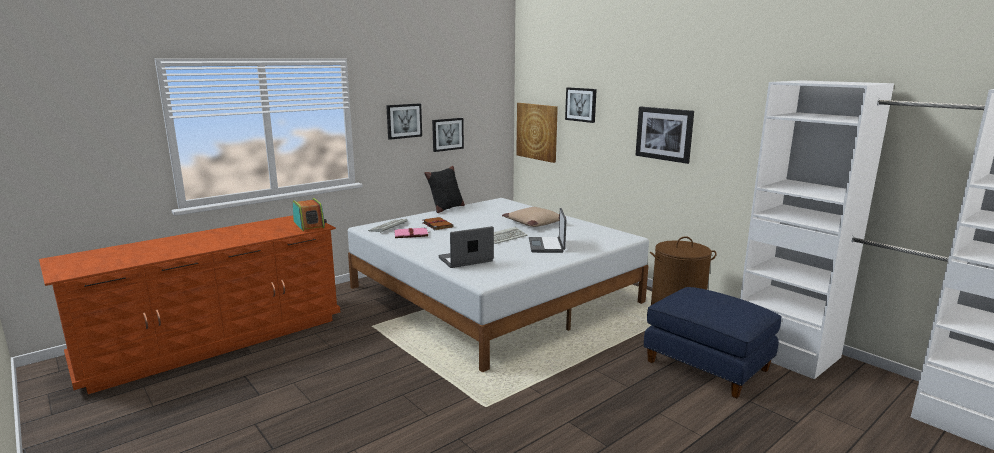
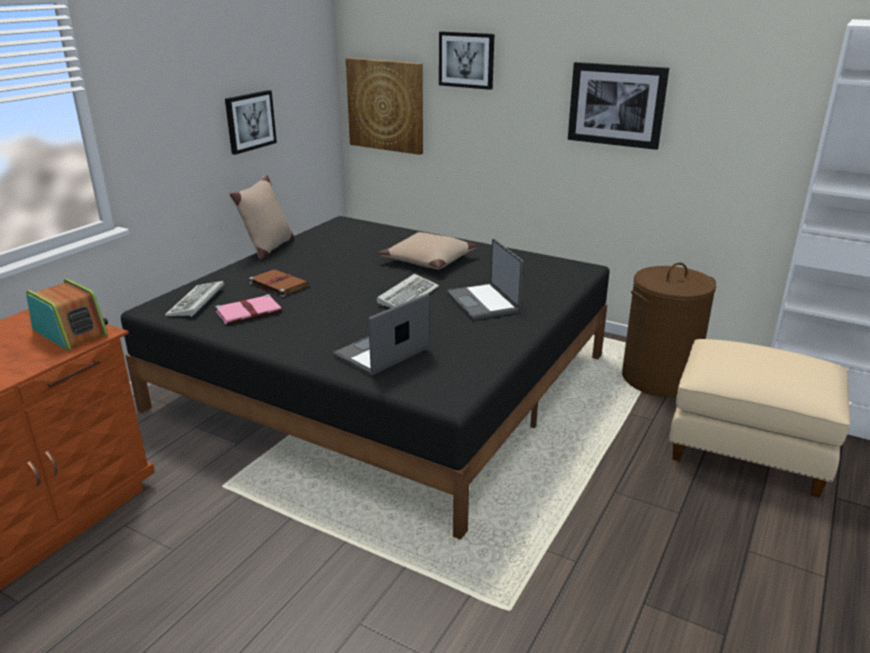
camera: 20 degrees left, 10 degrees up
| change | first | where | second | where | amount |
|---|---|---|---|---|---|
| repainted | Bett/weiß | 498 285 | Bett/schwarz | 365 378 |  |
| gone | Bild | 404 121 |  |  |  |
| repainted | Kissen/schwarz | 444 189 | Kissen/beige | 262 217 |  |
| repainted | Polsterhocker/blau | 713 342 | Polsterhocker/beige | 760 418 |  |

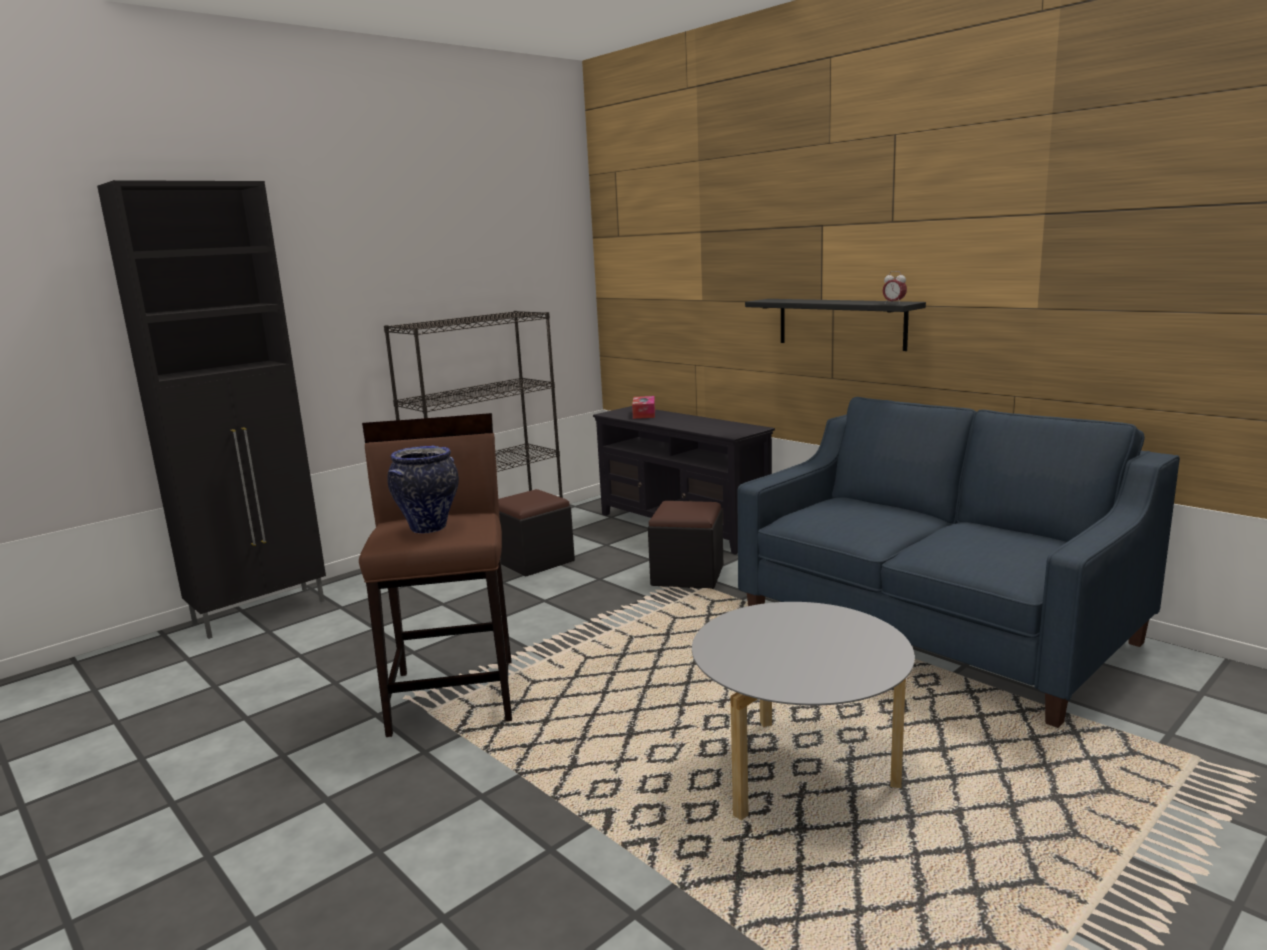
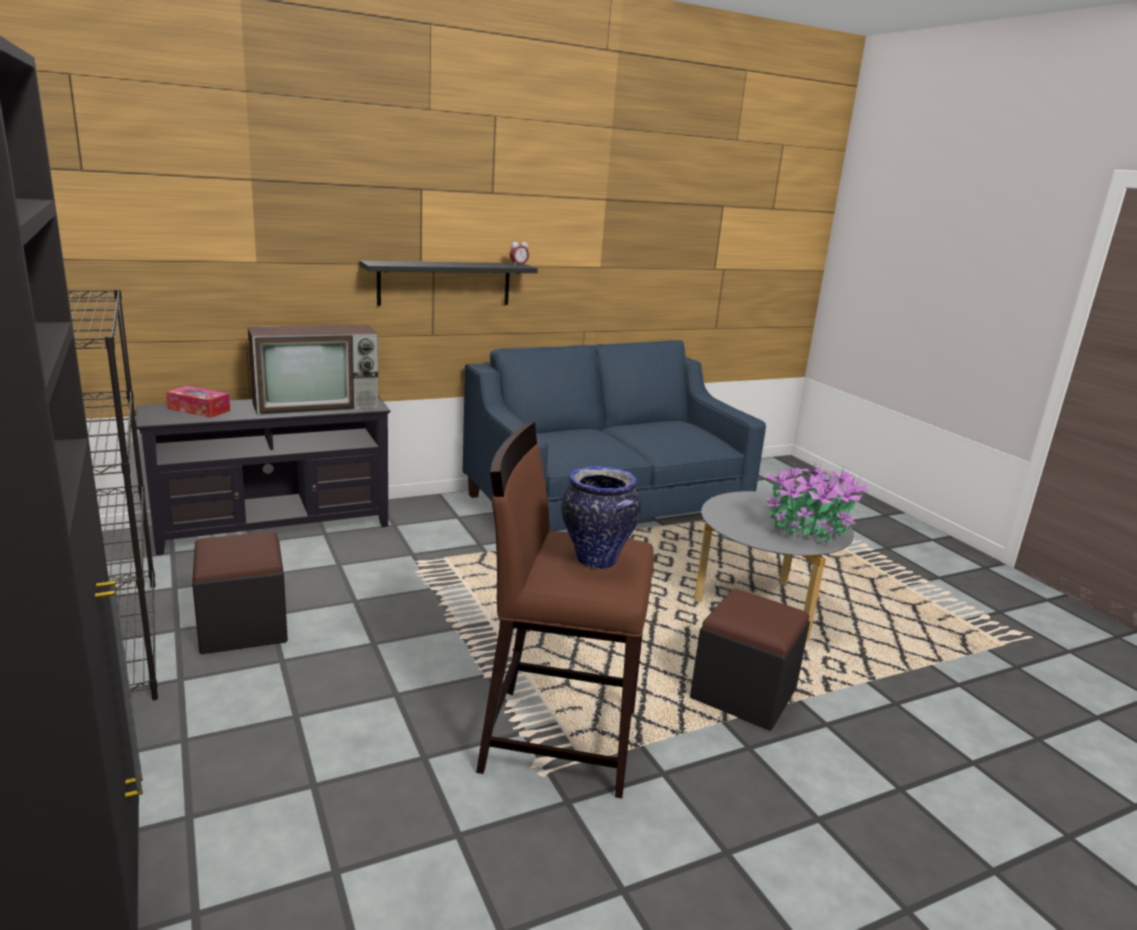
camera: 75 degrees left, 5 degrees up
| change | first | where | second | where | amount |
|---|---|---|---|---|---|
| shifted | Polsterhocker/schwarz | 685 545 |  | 750 660 |  |
| new |  |  | Fernseher | 313 370 |  |
| new |  |  | Topfpflanze | 817 501 |  |

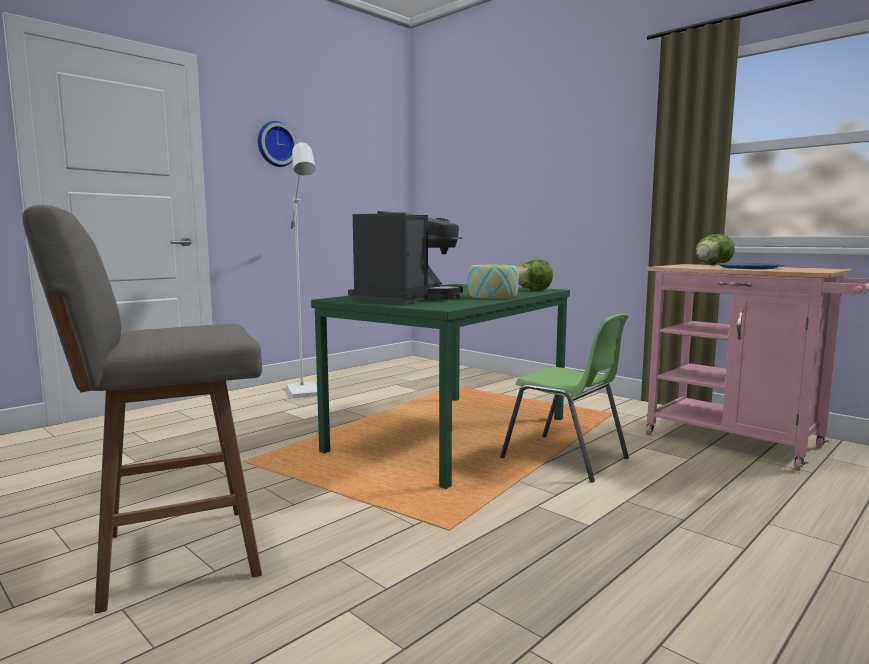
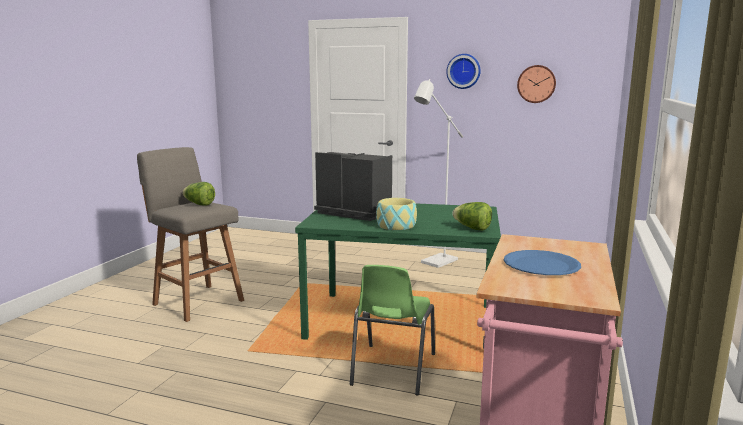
camera: 65 degrees right, 5 degrees up
| change | first | where | second | where | amount |
|---|---|---|---|---|---|
| rotated | Kaffeemaschine | 405 257 |  | 353 186 | 150 degrees counterclockwise |
| shifted | Salatkopf | 715 249 |  | 198 194 |  |
| new |  |  | Wanduhr | 536 84 |  |

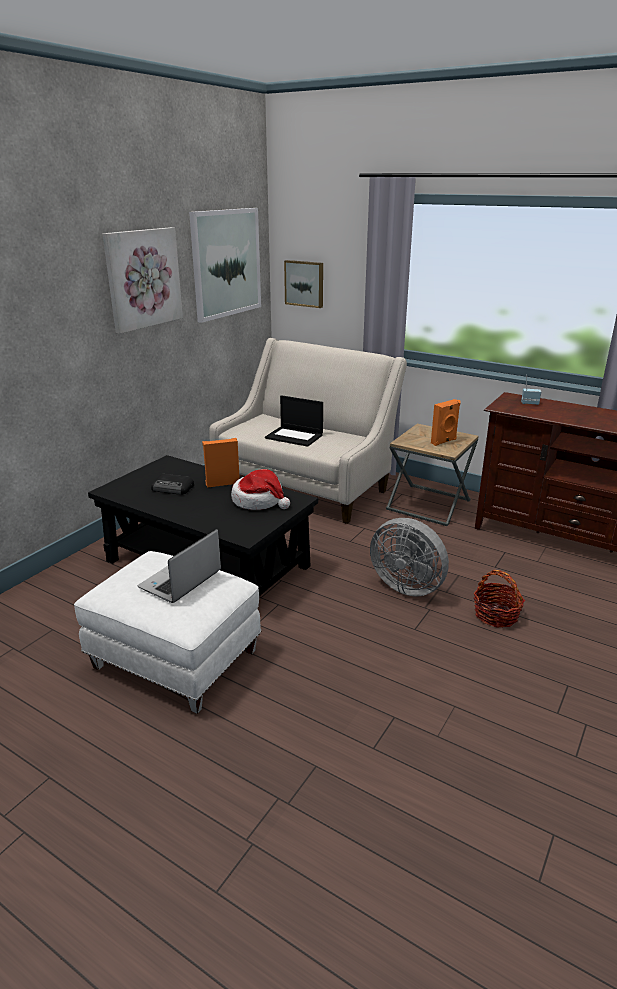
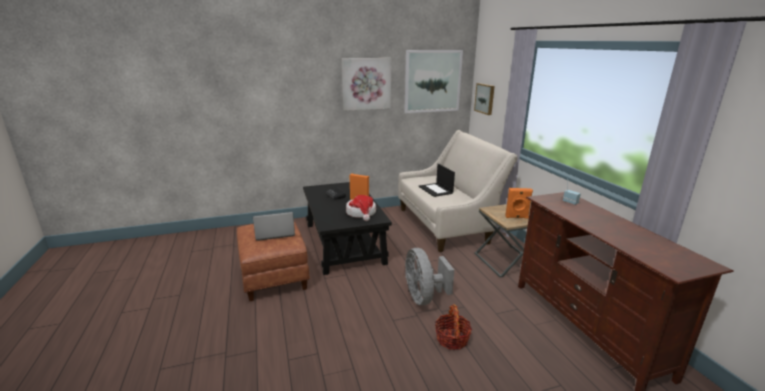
camera: 40 degrees right, 5 degrees down
| change | first | where | second | where | amount |
|---|---|---|---|---|---|
| repainted | Polsterhocker/weiß | 167 632 | Polsterhocker/braun | 273 261 |  |

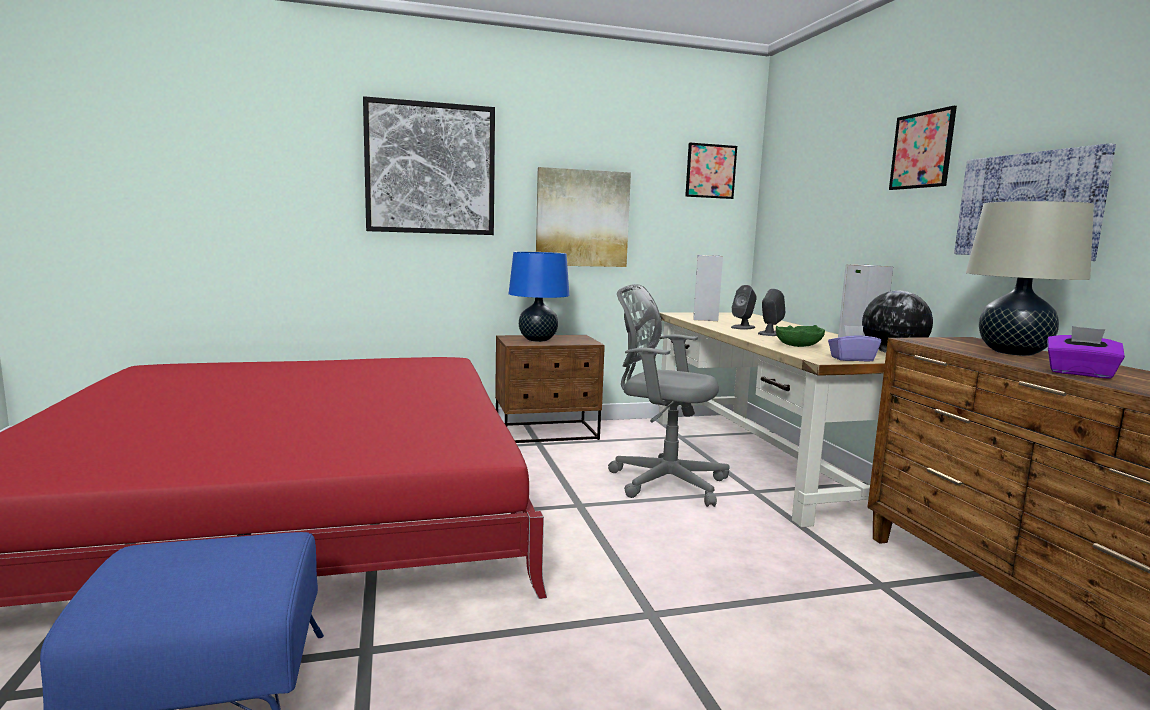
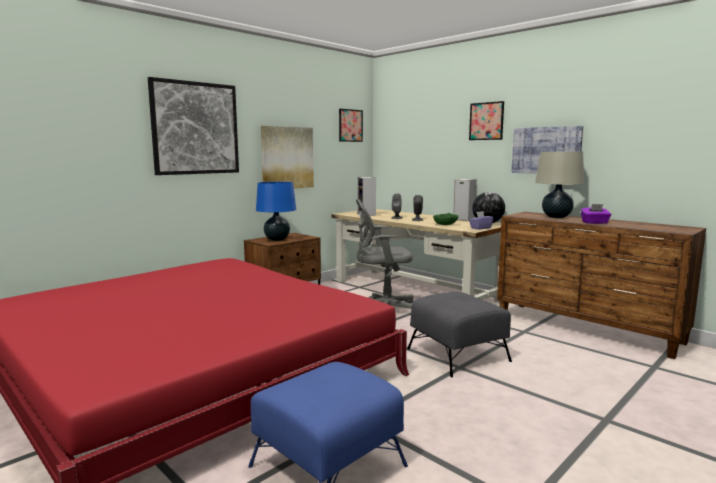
camera: 30 degrees left, 0 degrees up
| change | first | where | second | where | amount |
|---|---|---|---|---|---|
| new |  |  | Polsterhocker/grau | 459 334 |  |

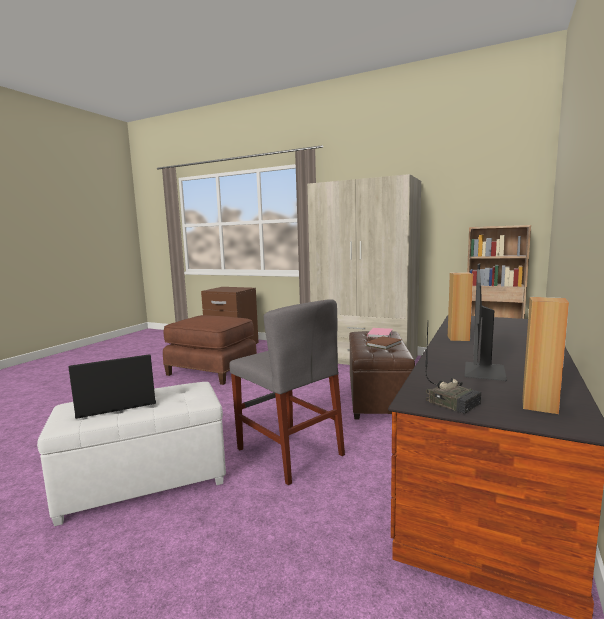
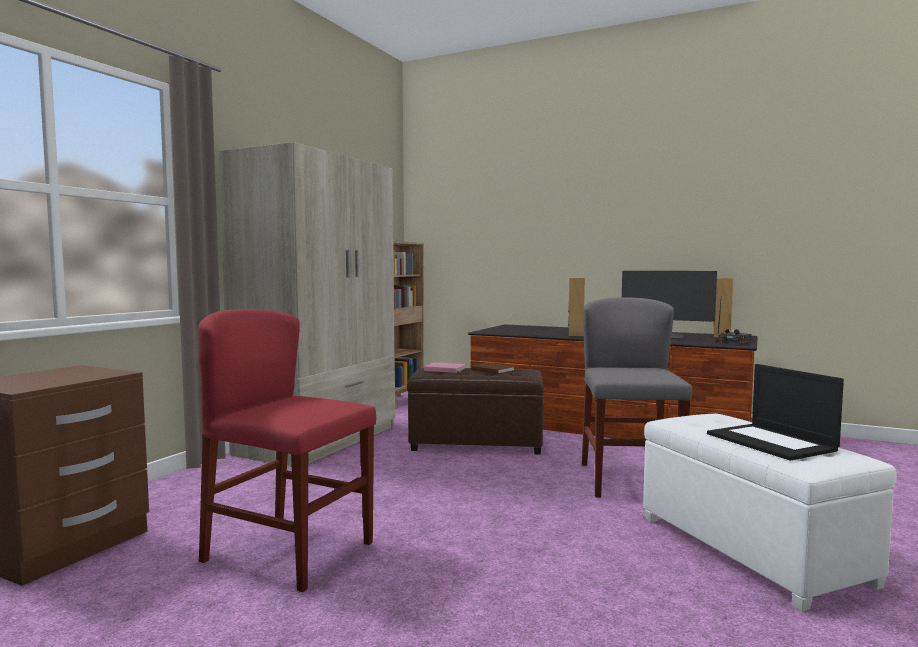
camera: 90 degrees left, 5 degrees down
| change | first | where | second | where | amount |
|---|---|---|---|---|---|
| swapped | Polsterhocker/braun | 210 350 | Stuhl/rot | 287 450 |  |
| rotated | Stuhl/grau | 287 392 |  | 637 397 | 45 degrees counterclockwise |

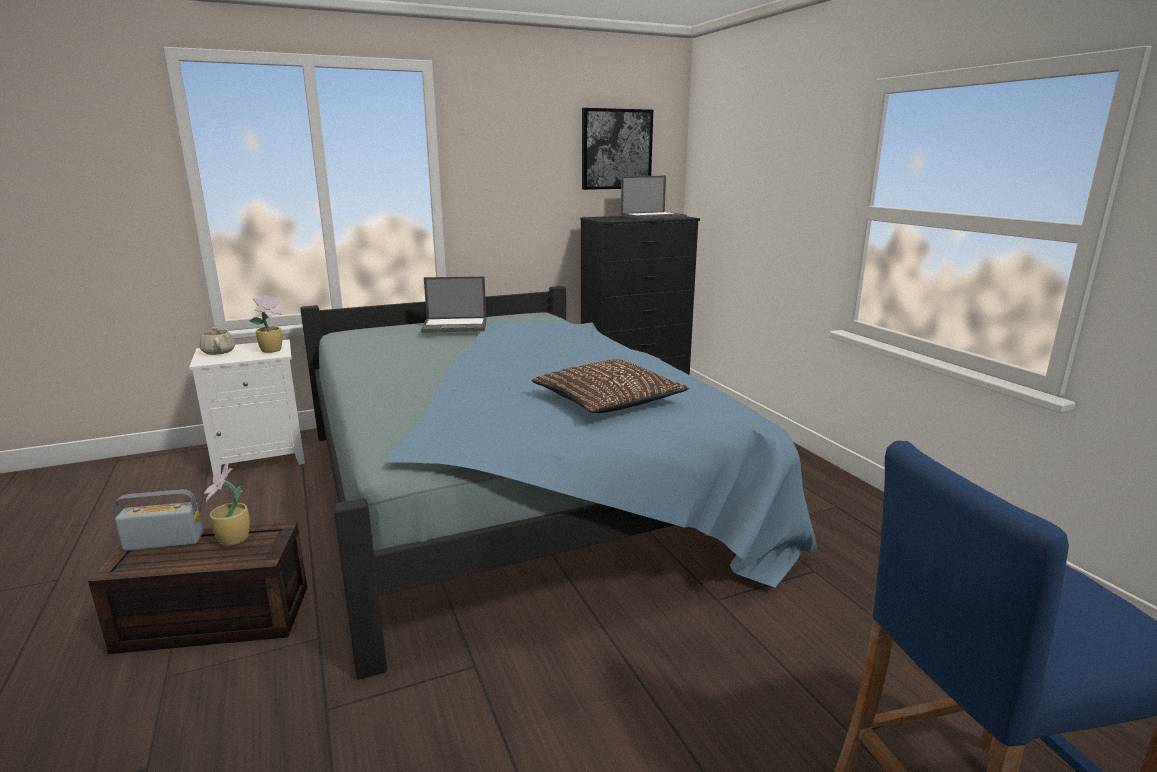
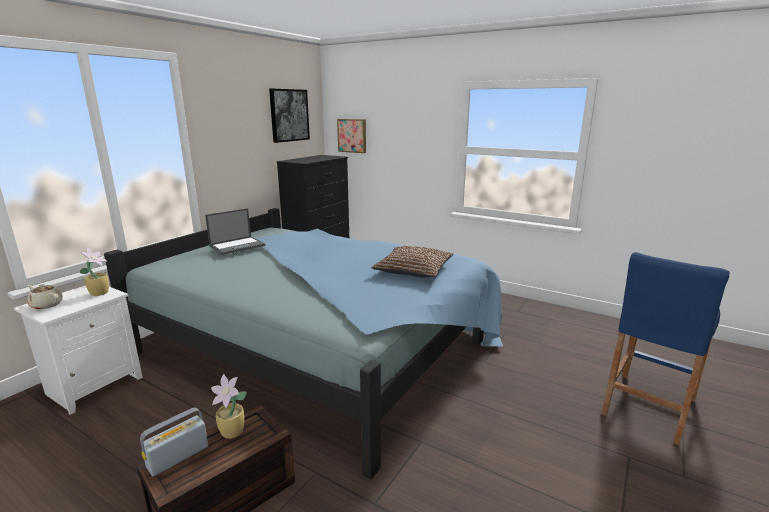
camera: 35 degrees left, 0 degrees up
| change | first | where | second | where | amount |
|---|---|---|---|---|---|
| gone | Laptop | 654 198 |  |  |  |
| new |  |  | Bild | 351 136 |  |

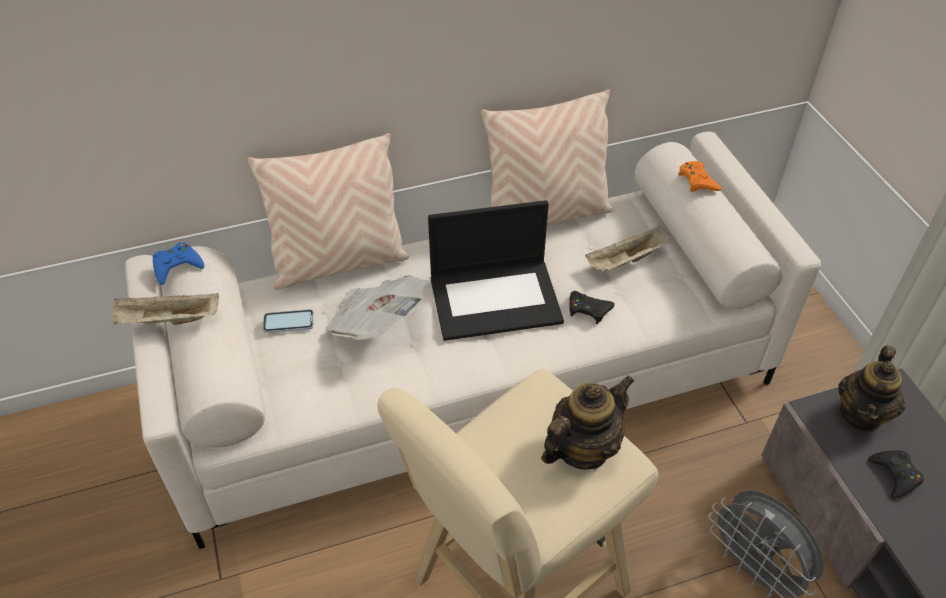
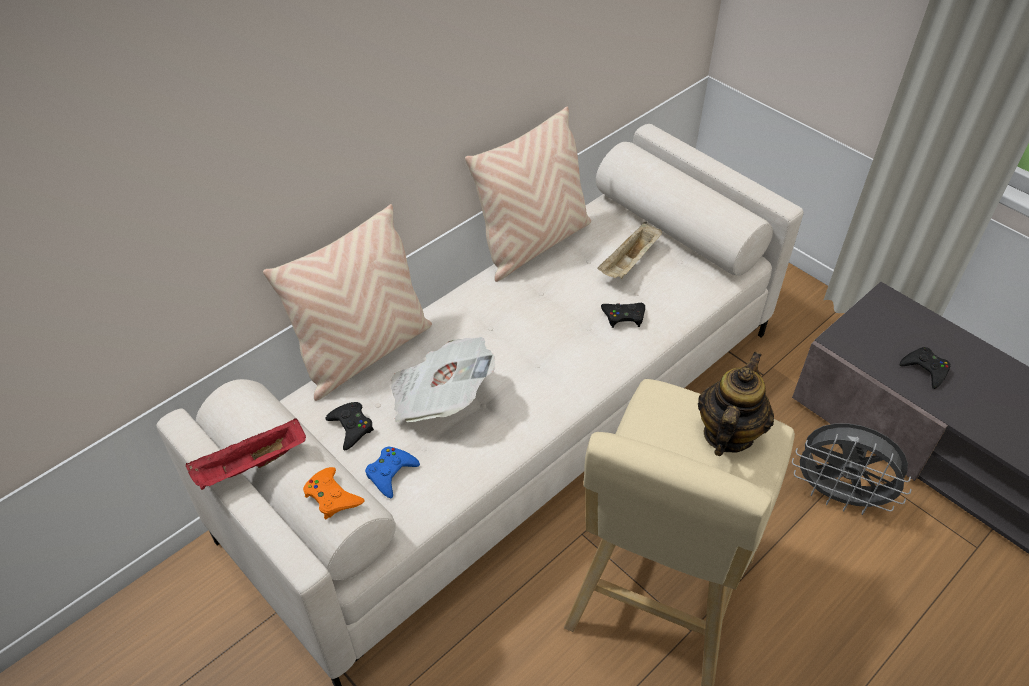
camera: 25 degrees left, 0 degrees up
| change | first | where | second | where | amount |
|---|---|---|---|---|---|
| repainted | Tablett/beige | 166 309 | Tablett/rot | 245 454 |  |
| shifted | Gamepad/blau | 178 264 |  | 392 472 |  |
| swapped | Handy | 288 321 | Gamepad/schwarz | 349 426 |  |
| gone | Laptop | 496 270 |  |  |  |
| shifted | Gamepad/orange | 700 176 |  | 334 493 |  |
| gone | Teekanne | 871 388 |  |  |  |

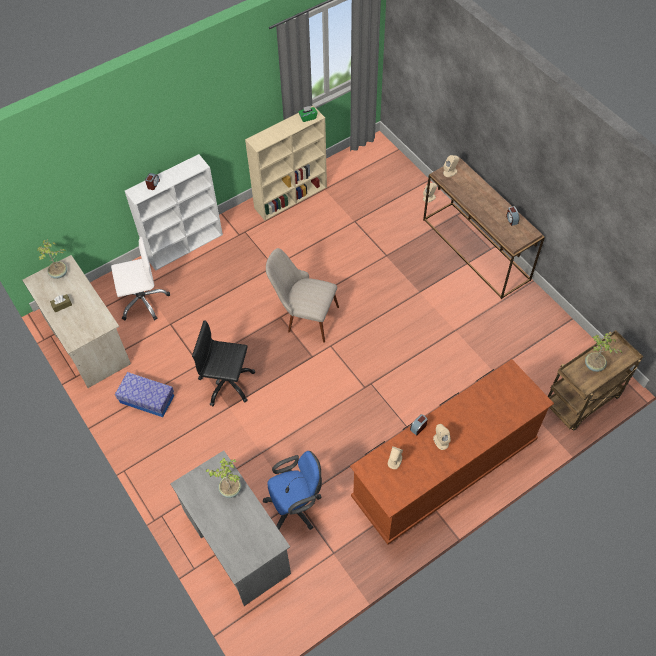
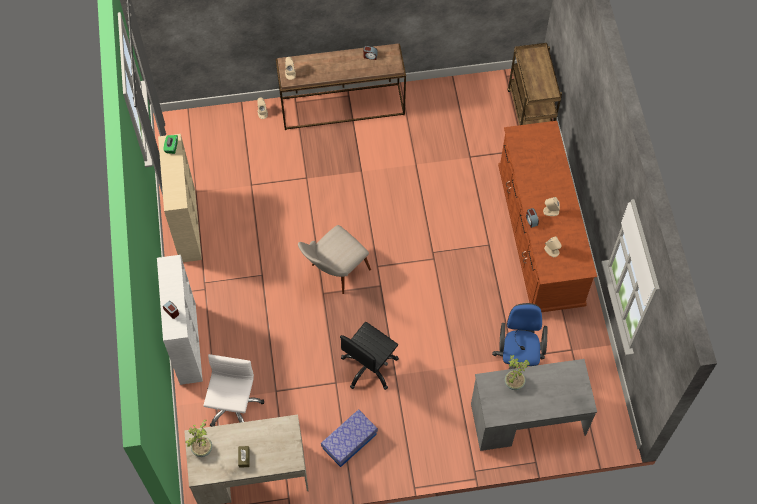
camera: 65 degrees left, 5 degrees up
| change | first | where | second | where | amount |
|---|---|---|---|---|---|
| gone | Topfpflanze | 603 352 |  |  |  |

